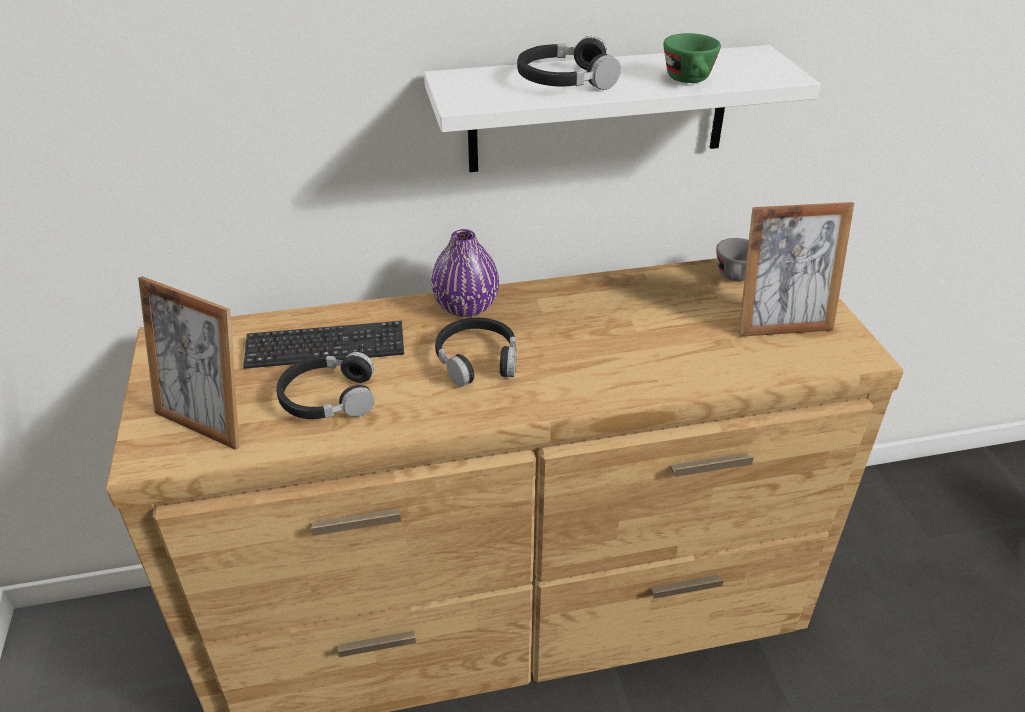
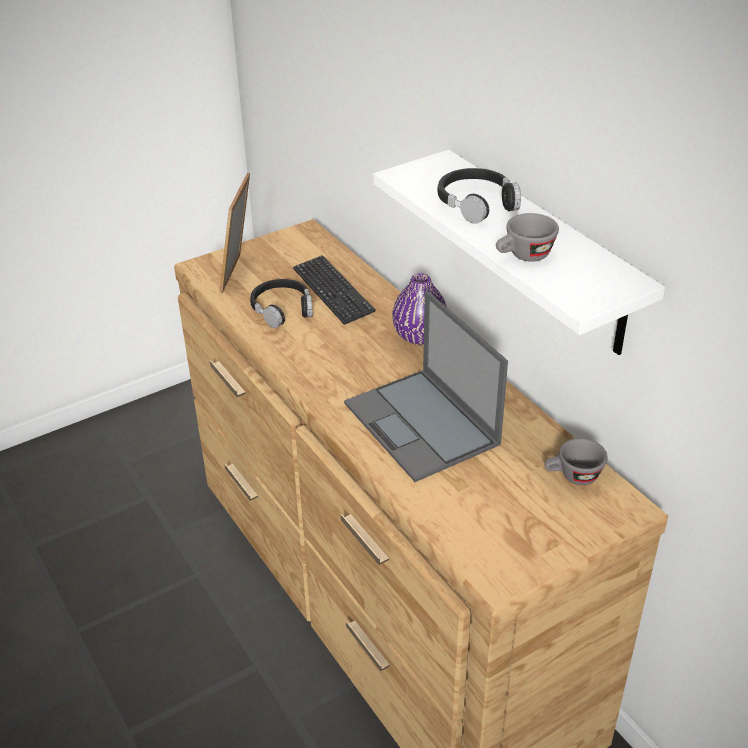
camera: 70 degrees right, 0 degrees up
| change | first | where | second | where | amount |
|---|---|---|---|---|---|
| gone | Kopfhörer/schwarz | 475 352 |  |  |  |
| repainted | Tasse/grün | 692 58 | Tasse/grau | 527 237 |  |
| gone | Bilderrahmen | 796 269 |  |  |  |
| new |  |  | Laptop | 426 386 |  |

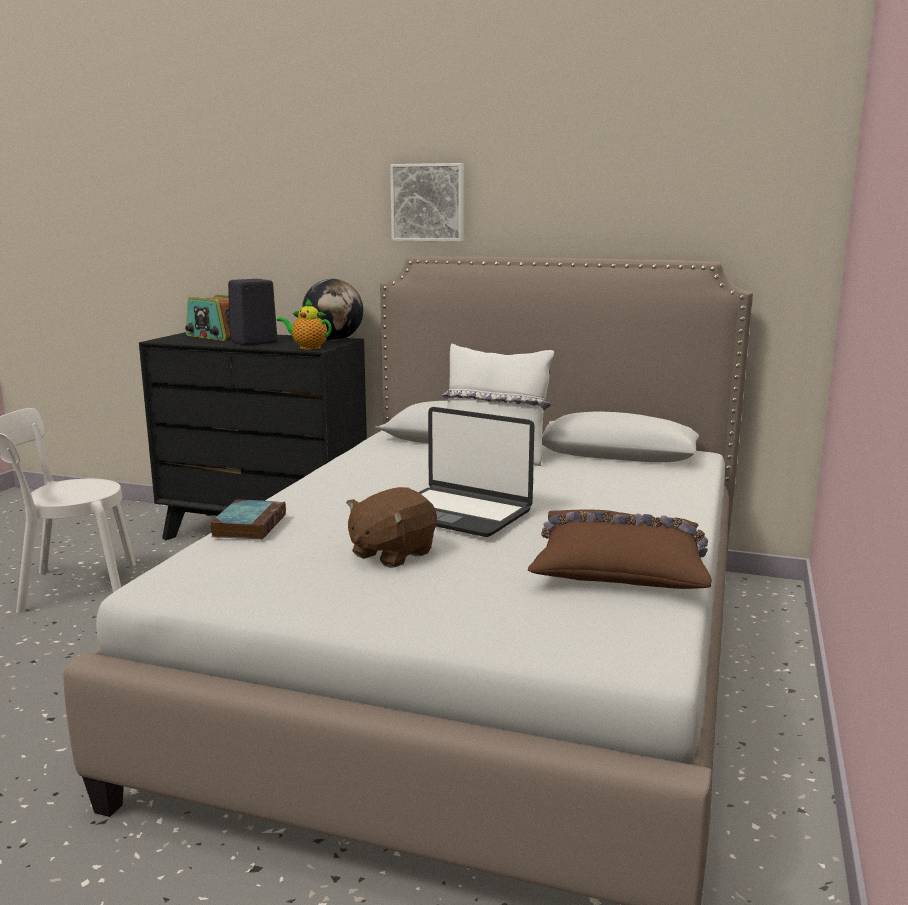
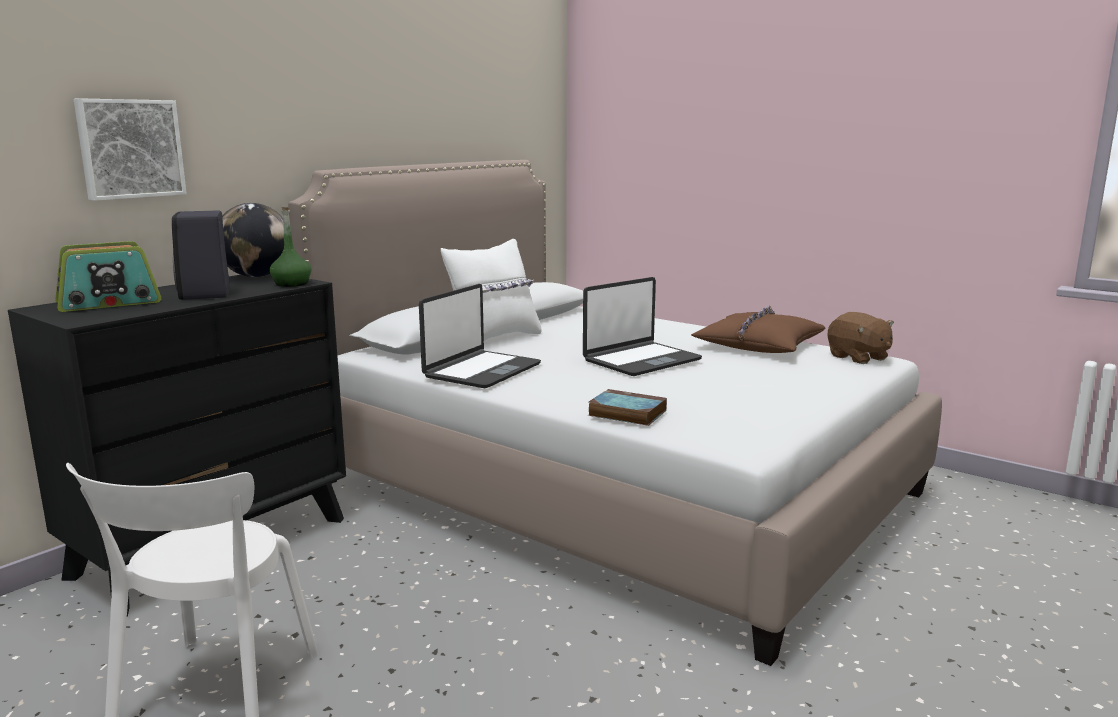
camera: 70 degrees left, 0 degrees up
| change | first | where | second | where | amount |
|---|---|---|---|---|---|
| swapped | Teekanne | 304 324 | Flasche/grün | 291 247 |  |
| shifted | Plüschtier/braun | 391 527 |  | 861 338 |  |
| shifted | Bild | 427 202 |  | 130 149 |  |
| new |  |  | Laptop | 480 336 |  |

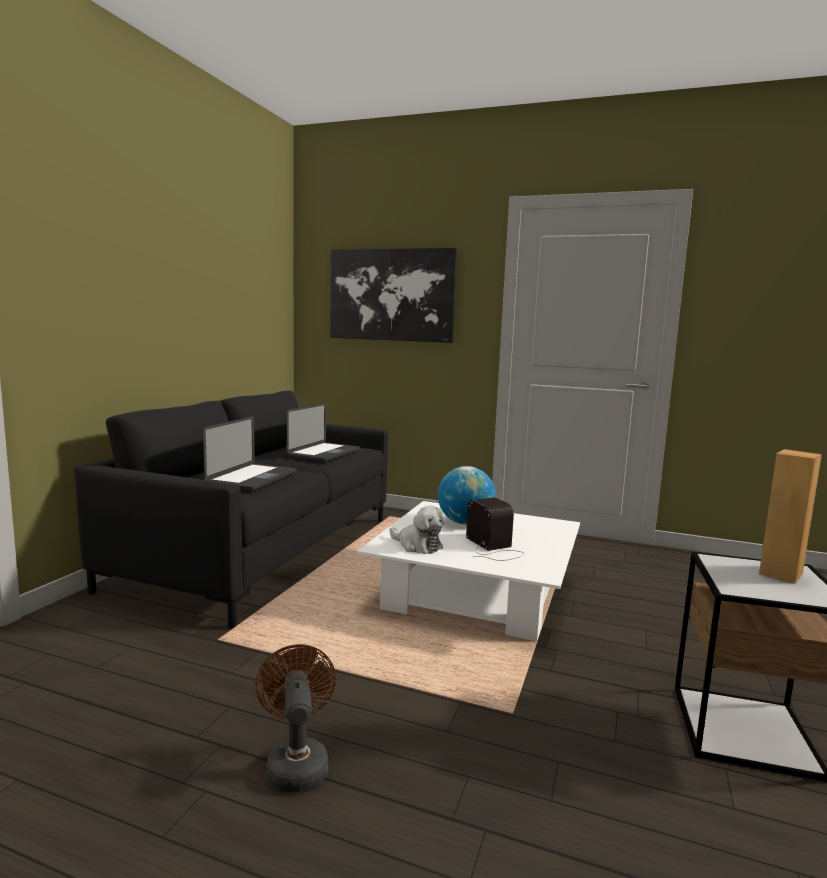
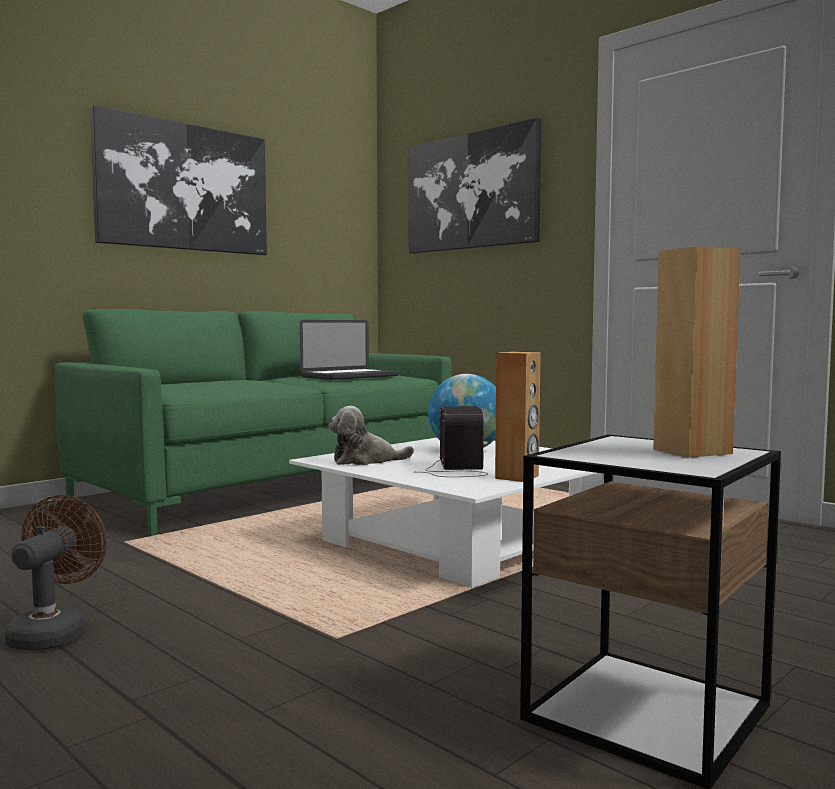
camera: 25 degrees right, 5 degrees down
| change | first | where | second | where | amount |
|---|---|---|---|---|---|
| repainted | Sofa/schwarz | 231 510 | Sofa/grün | 253 422 |  |
| gone | Laptop | 249 453 |  |  |  |
| rotated | Plüschtier | 417 530 |  | 371 435 | 105 degrees clockwise |
| new |  |  | Bild | 178 180 |  |
| new |  |  | Lautsprecher/braun | 518 417 |  |

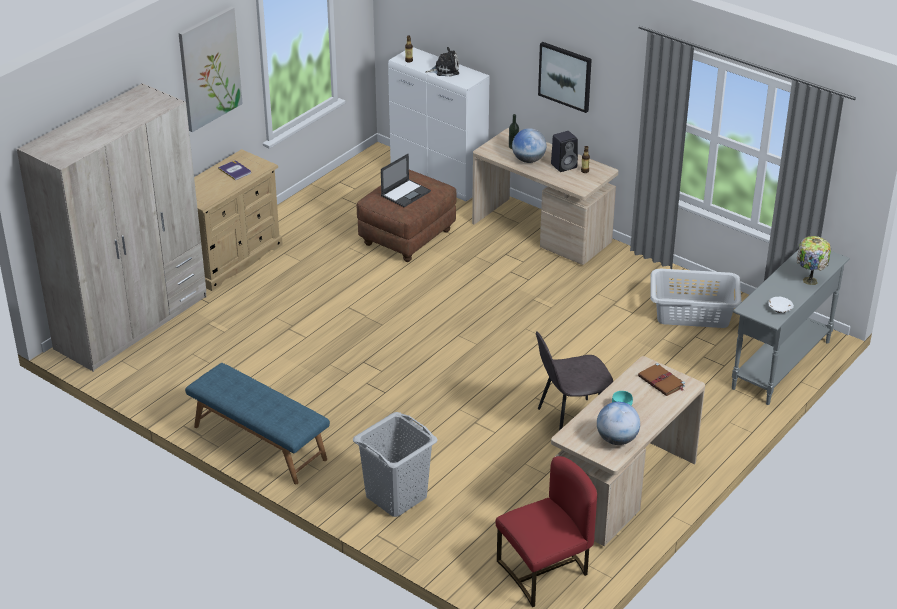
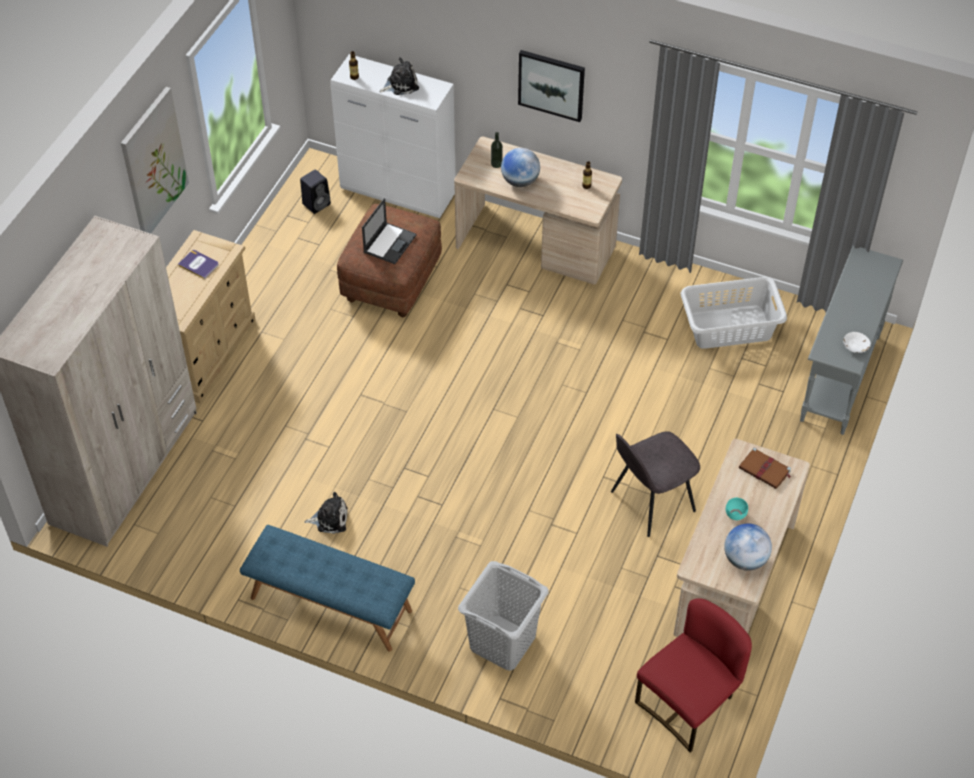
camera: 15 degrees left, 15 degrees up
| change | first | where | second | where | amount |
|---|---|---|---|---|---|
| shifted | Lautsprecher/schwarz | 564 151 |  | 315 192 |  |
| gone | Tischlampe | 814 260 |  |  |  |
| new |  |  | Plüschtier | 326 513 |  |

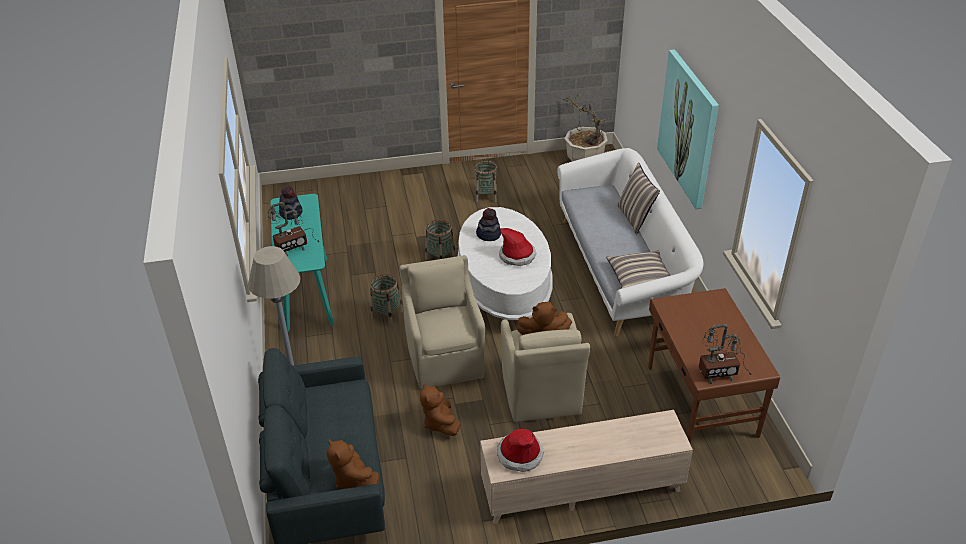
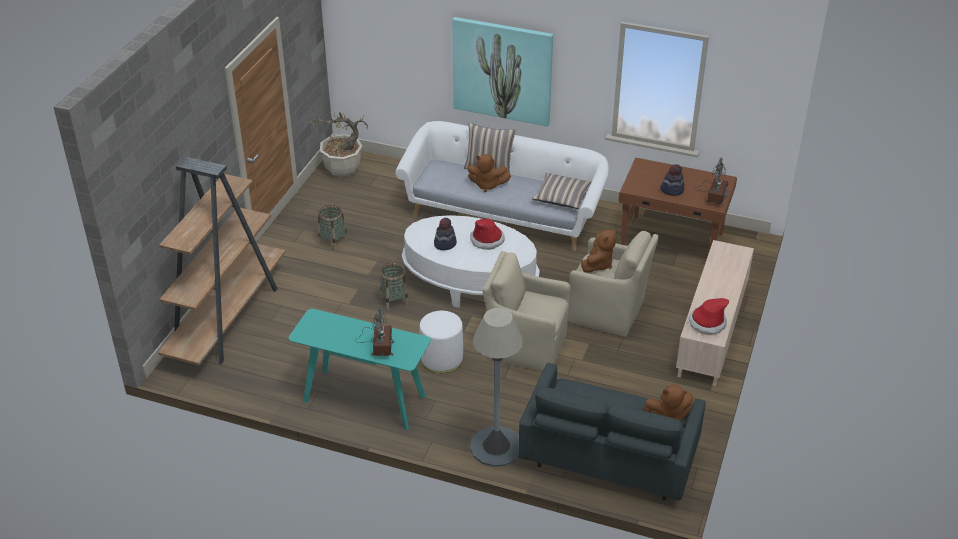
camera: 60 degrees left, 0 degrees up
| change | first | where | second | where | amount |
|---|---|---|---|---|---|
| shifted | Hut | 290 203 |  | 672 180 |  |
| swapped | Korb | 386 299 | Polsterhocker/weiß | 441 342 |  |
| shifted | Plüschtier/braun | 440 409 |  | 489 173 |  |
| new |  |  | Bücherregal/braun | 222 261 |  |

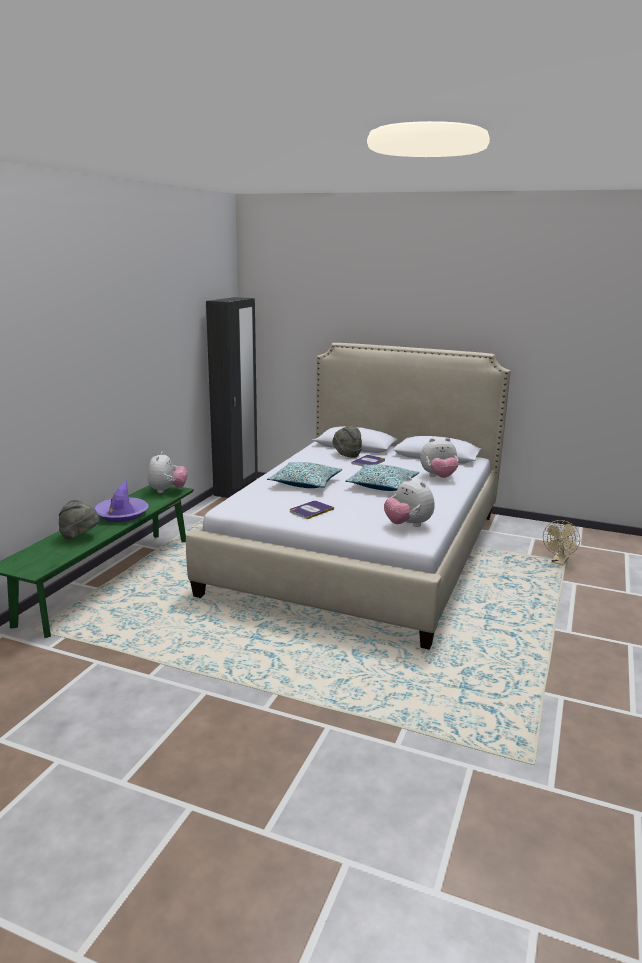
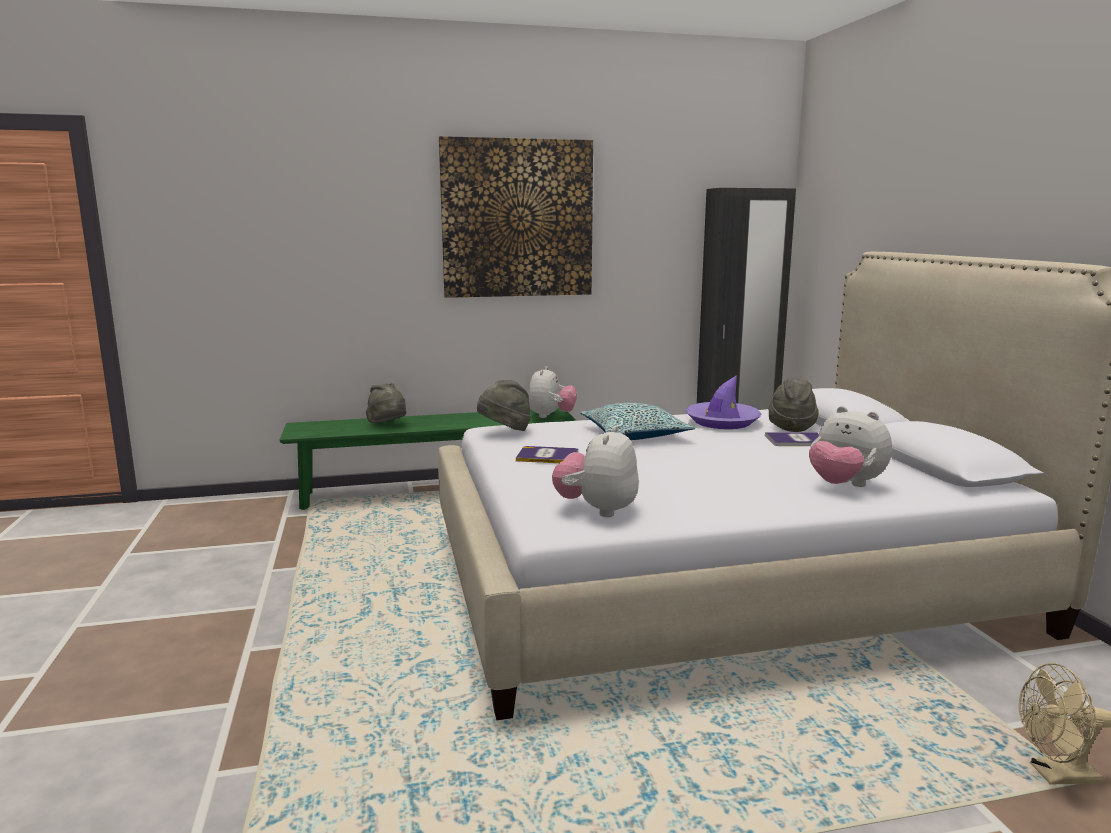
camera: 55 degrees right, 5 degrees down
| change | first | where | second | where | amount |
|---|---|---|---|---|---|
| shifted | Hut/lila | 121 501 |  | 723 402 |  |
| rotated | Plüschtier | 167 472 |  | 552 392 | 45 degrees counterclockwise |
| gone | Kissen | 382 477 |  |  |  |
| new |  |  | Bild | 516 217 |  |
| new |  |  | Hut/grau | 504 405 |  |

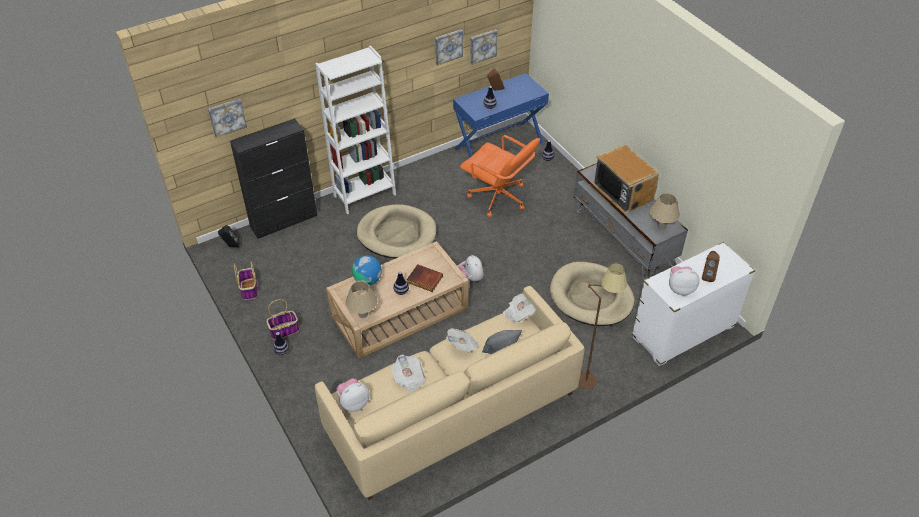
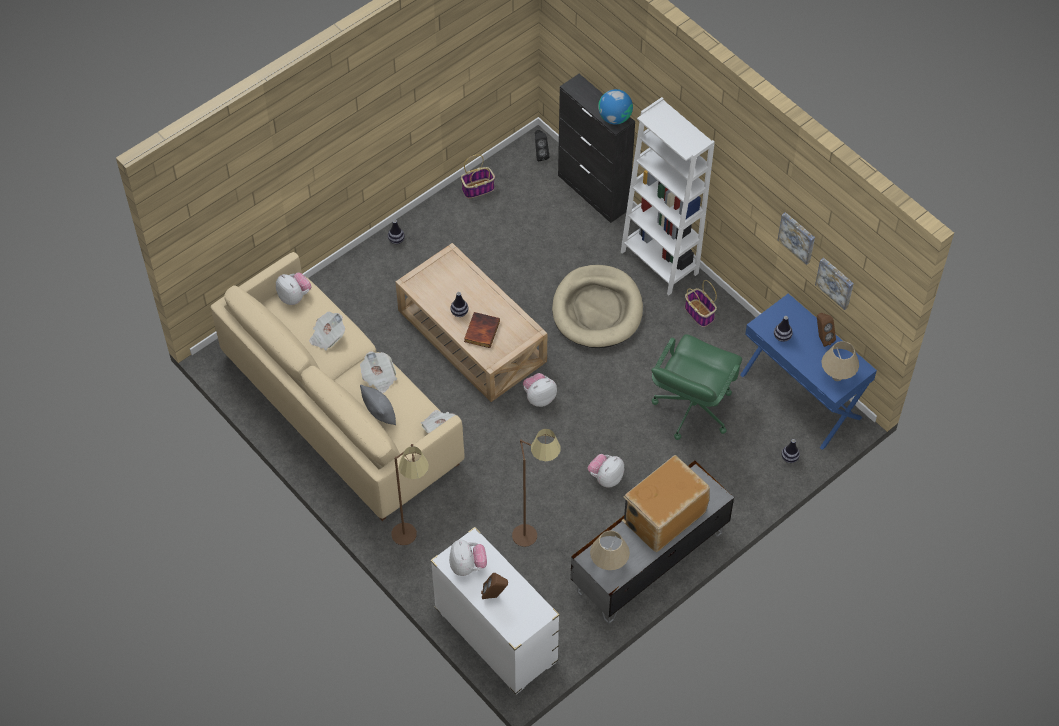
camera: 80 degrees right, 10 degrees up
| change | first | where | second | where | amount |
|---|---|---|---|---|---|
| gone | Bild | 227 118 |  |  |  |
| shifted | Korb | 282 319 |  | 701 303 |  |
| shifted | Tischlampe/beige | 362 299 |  | 840 361 |  |
| shifted | Globus | 367 270 |  | 615 107 |  |
| repainted | Bürostuhl/orange | 500 176 | Bürostuhl/grün | 696 387 |  |
| swapped | Hundebett/beige | 592 294 | Stehlampe/braun | 536 488 |  |
| new |  |  | Plüschtier | 606 471 |  |

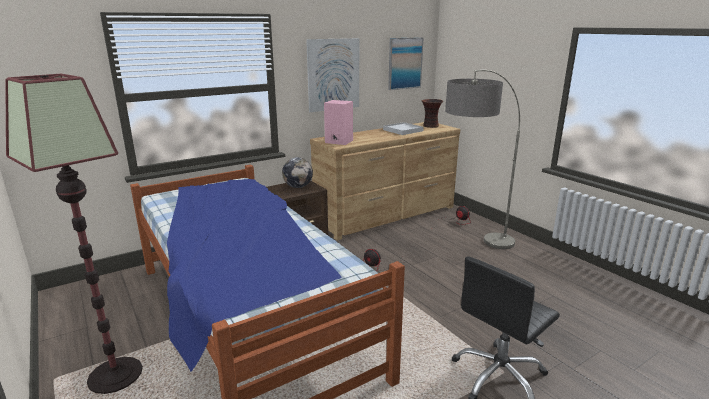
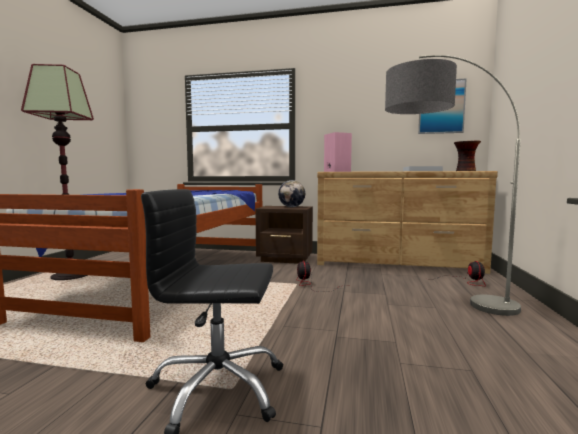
camera: 45 degrees right, 15 degrees down
| change | first | where | second | where | amount |
|---|---|---|---|---|---|
| gone | Bild | 332 75 |  |  |  |

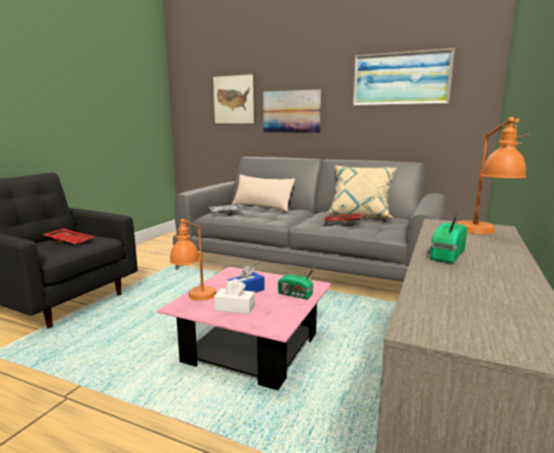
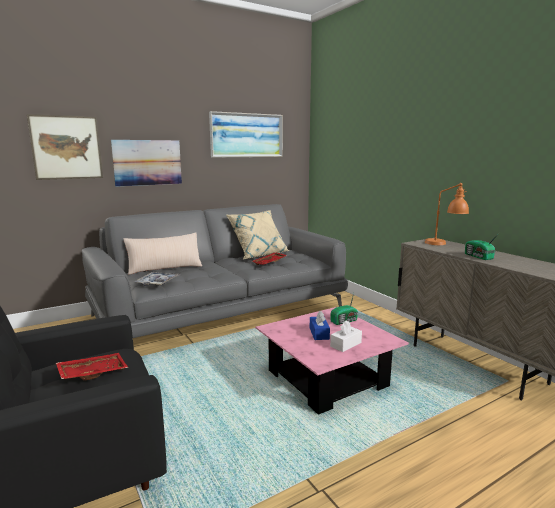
camera: 55 degrees left, 0 degrees up
| change | first | where | second | where | amount |
|---|---|---|---|---|---|
| gone | Tischlampe/orange | 193 260 |  |  |  |

